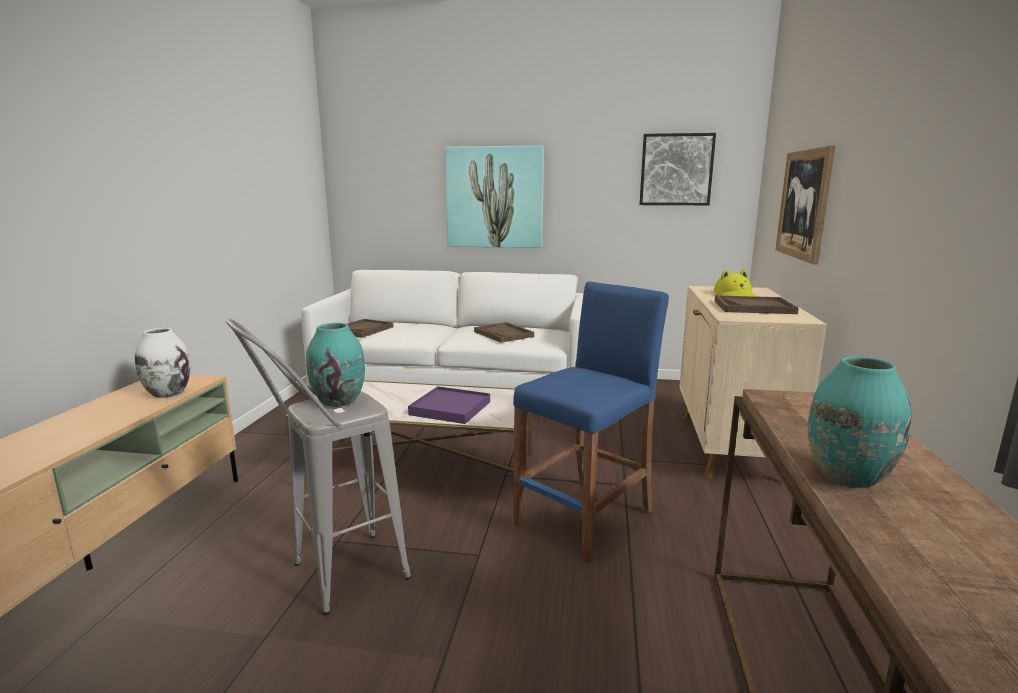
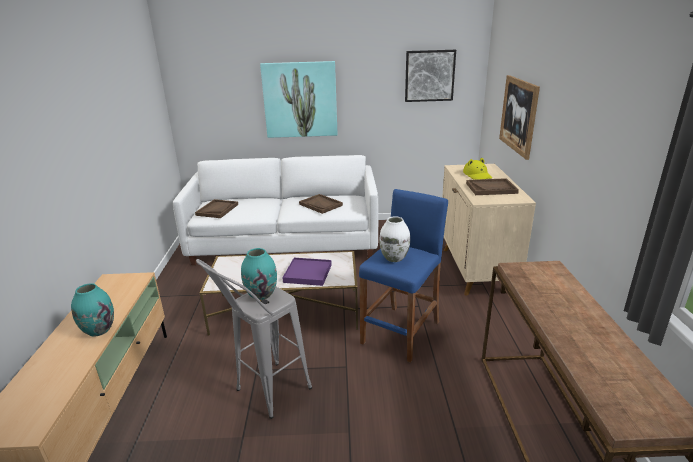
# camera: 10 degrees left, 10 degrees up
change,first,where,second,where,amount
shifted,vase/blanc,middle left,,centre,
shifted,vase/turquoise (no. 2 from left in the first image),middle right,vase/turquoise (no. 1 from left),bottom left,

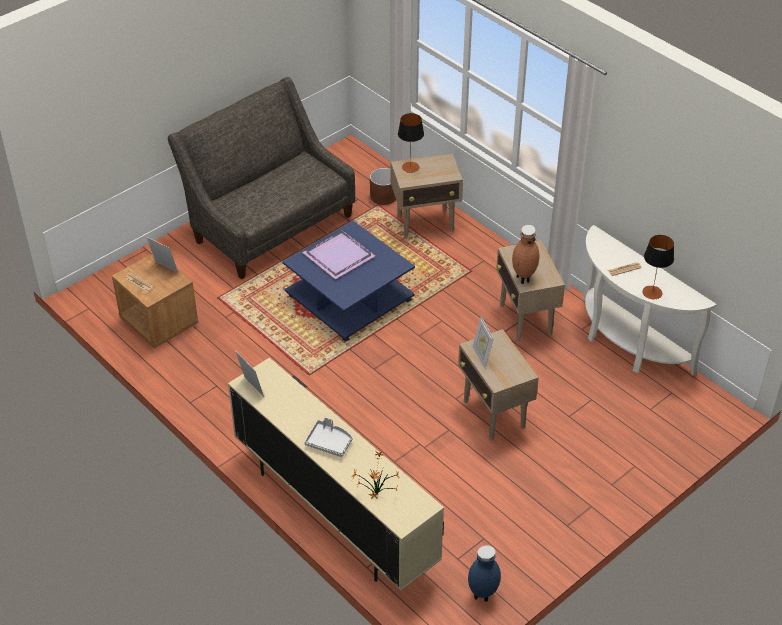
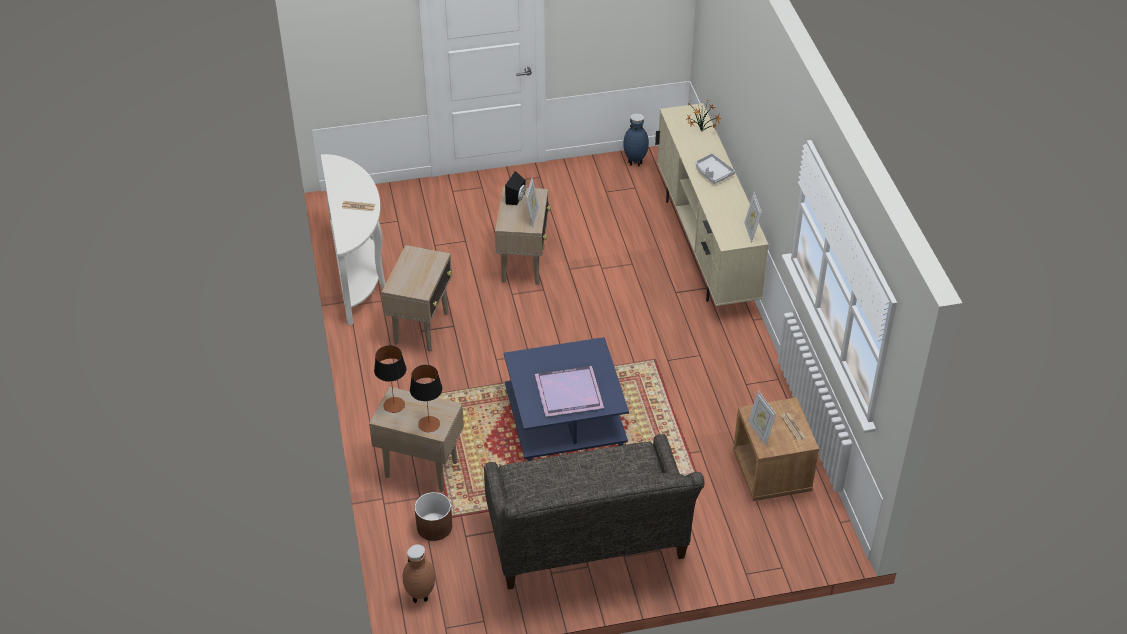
# camera: 150 degrees left, 0 degrees up
change,first,where,second,where,amount
new,,,enceinte/noir,top centre,
shifted,vase/marron,middle right,,bottom centre,
shifted,lampe de table (no. 2 from left in the first image),middle right,lampe de table (no. 1 from left),centre,

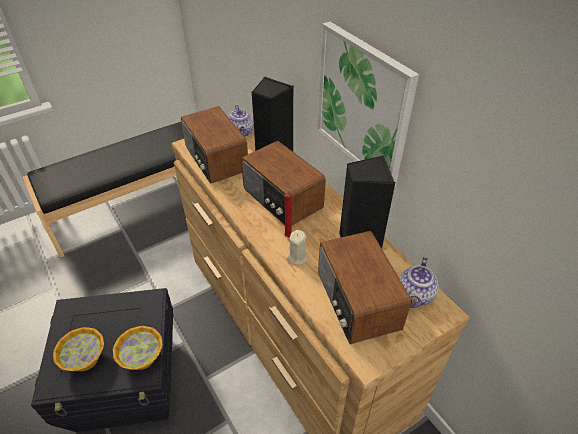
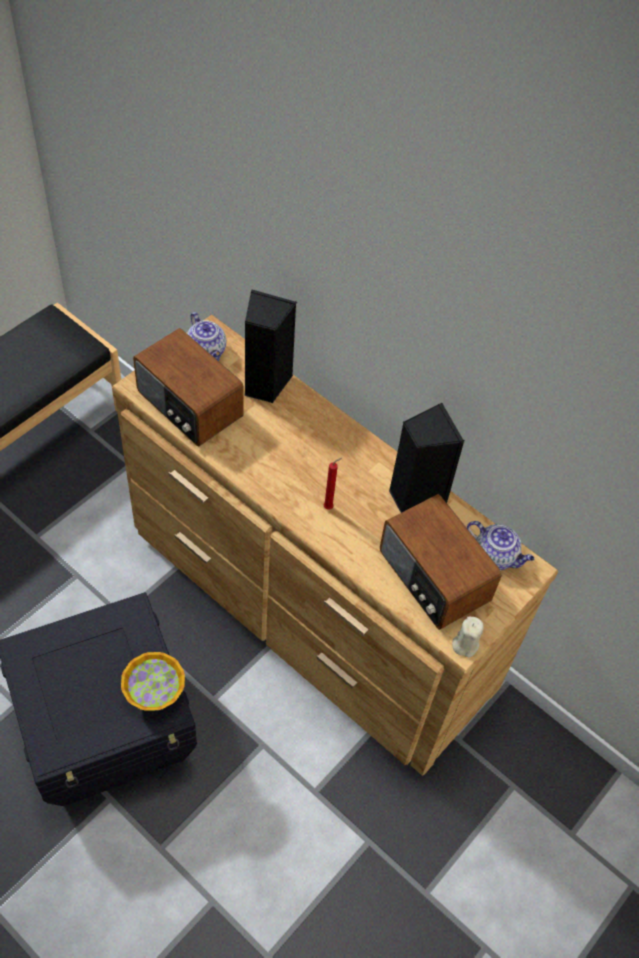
# camera: 20 degrees left, 10 degrees up
change,first,where,second,where,amount
gone,bol (no. 1 from left),bottom left,,,
gone,radio (no. 2 from left),centre,,,
gone,tableau,top centre,,,
shifted,bougie/beige,centre,,middle right,
rotated,théière (no. 2 from left),middle right,,middle right,60 degrees counterclockwise

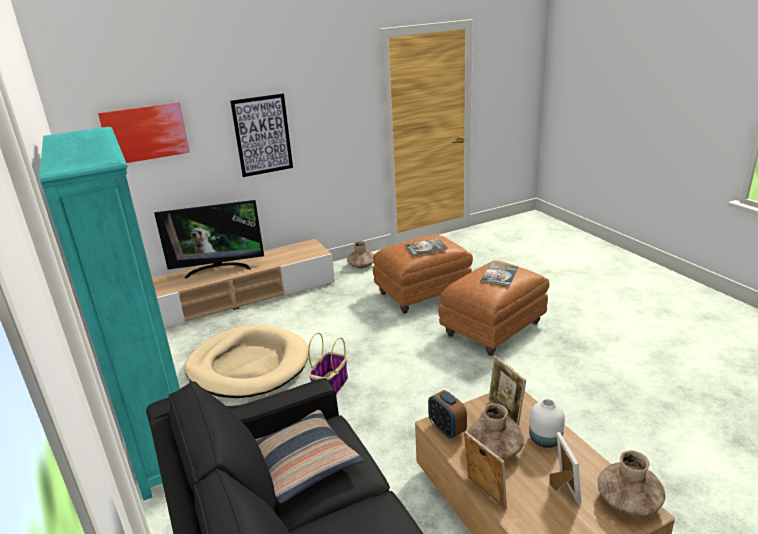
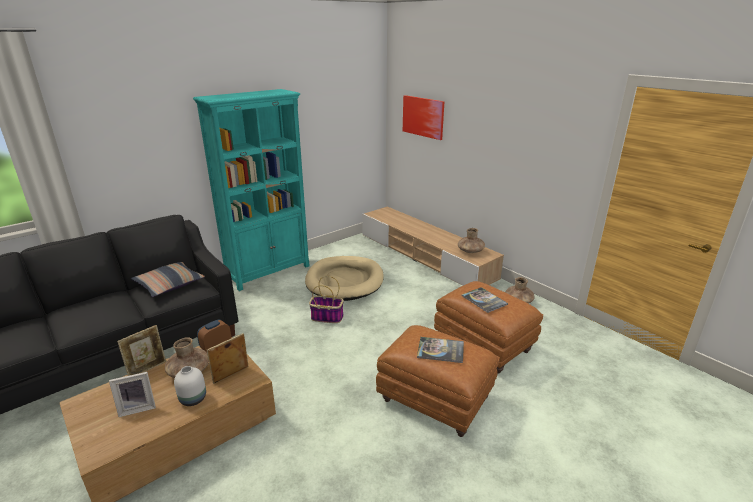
# camera: 75 degrees right, 0 degrees up
change,first,where,second,where,amount
gone,téléviseur,middle left,,,
gone,tableau (no. 2 from left),top centre,,,
shifted,vase/marron (no. 3 from left in the first image),bottom right,vase/marron (no. 2 from left),centre,

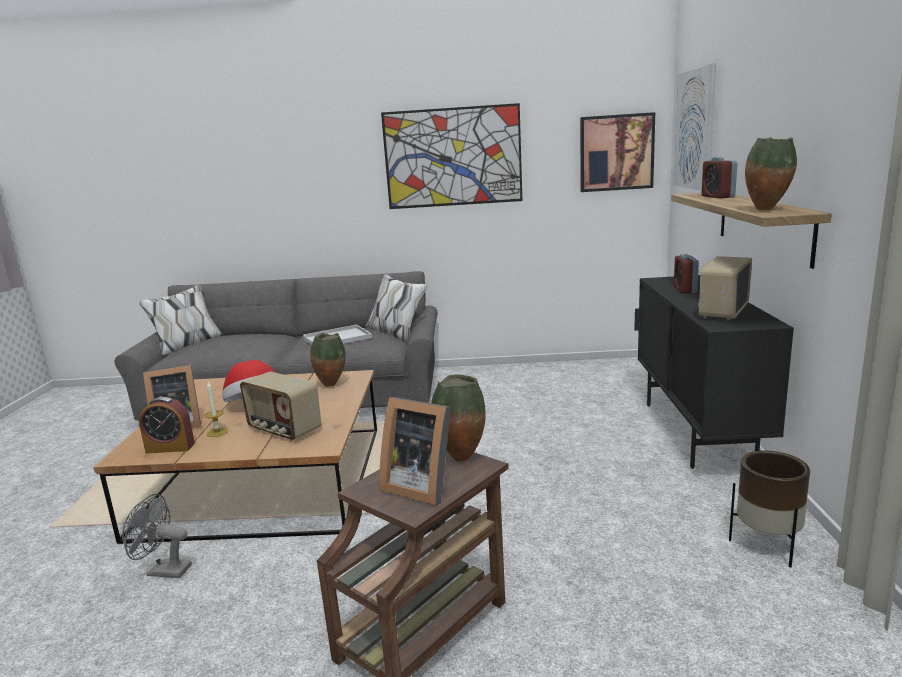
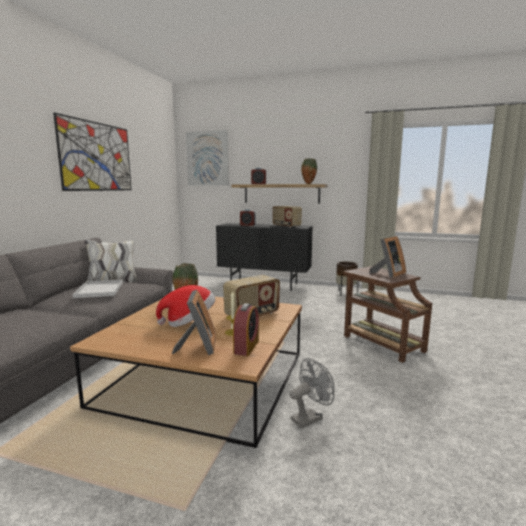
# camera: 75 degrees left, 5 degrees down
change,first,where,second,where,amount
gone,vase (no. 2 from left),centre,,,
gone,tableau (no. 2 from left),top right,,,
rotated,ventilateur/gris,bottom left,,bottom centre,150 degrees counterclockwise

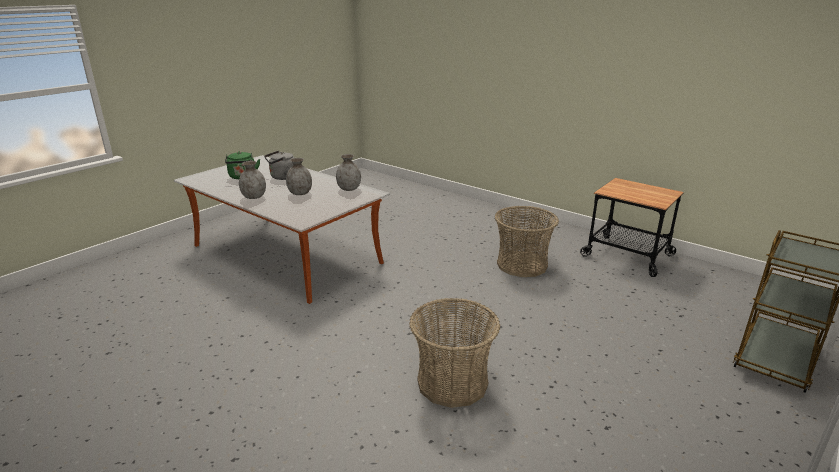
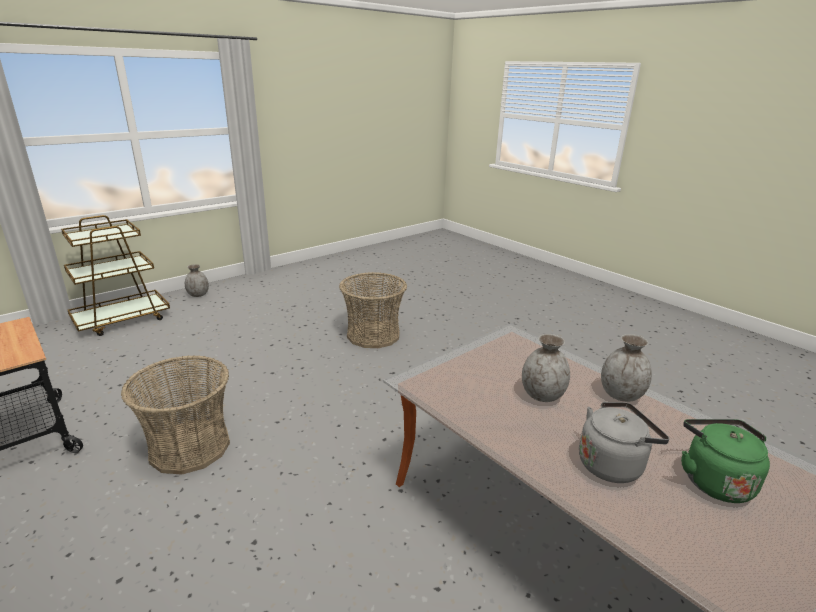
# camera: 170 degrees left, 0 degrees up
change,first,where,second,where,amount
shifted,vase/gris (no. 3 from left in the first image),centre,vase/gris (no. 1 from left),middle left,

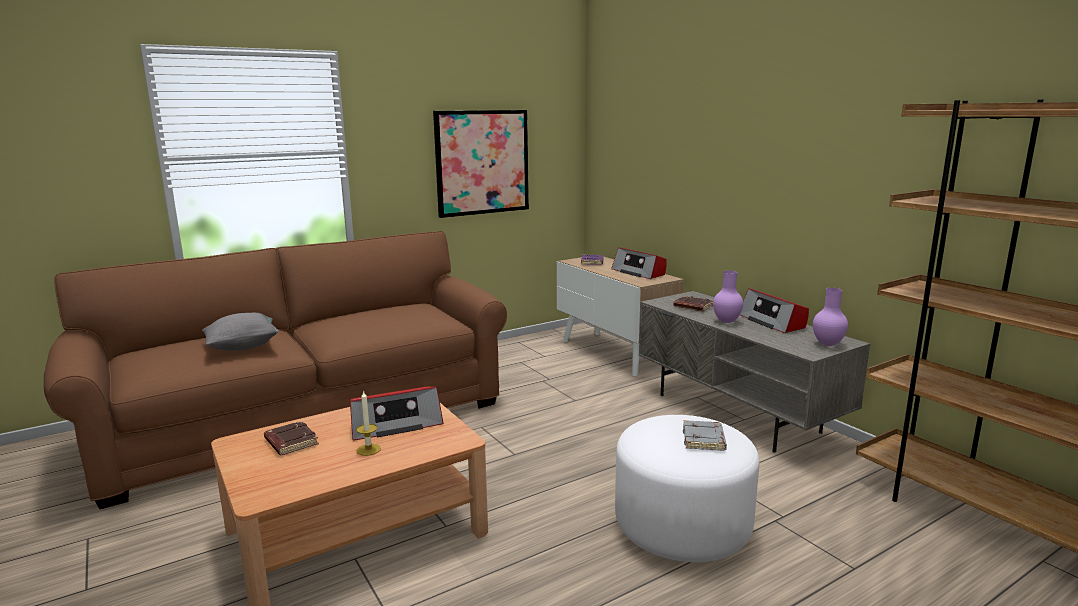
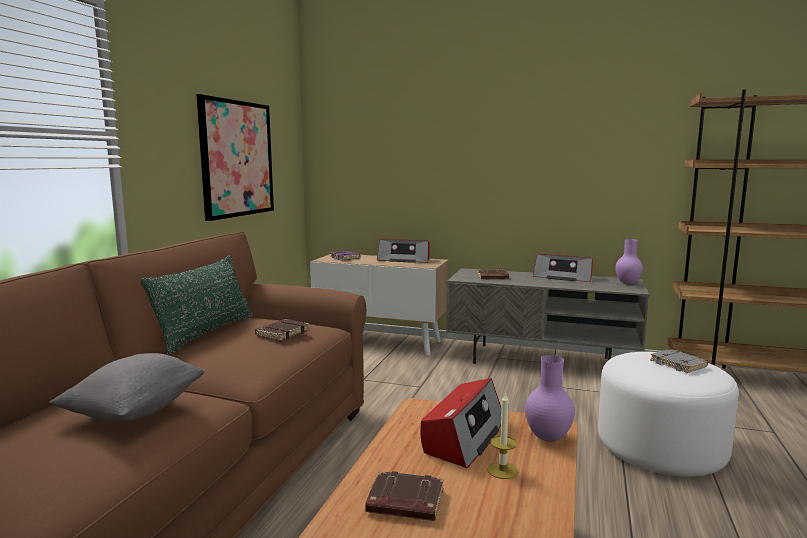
# camera: 40 degrees left, 5 degrees down
change,first,where,second,where,amount
new,,,coussin/vert,middle left,
new,,,livre/marron (no. 1 from left),centre,
shifted,vase/violet (no. 1 from left),middle right,,bottom right,

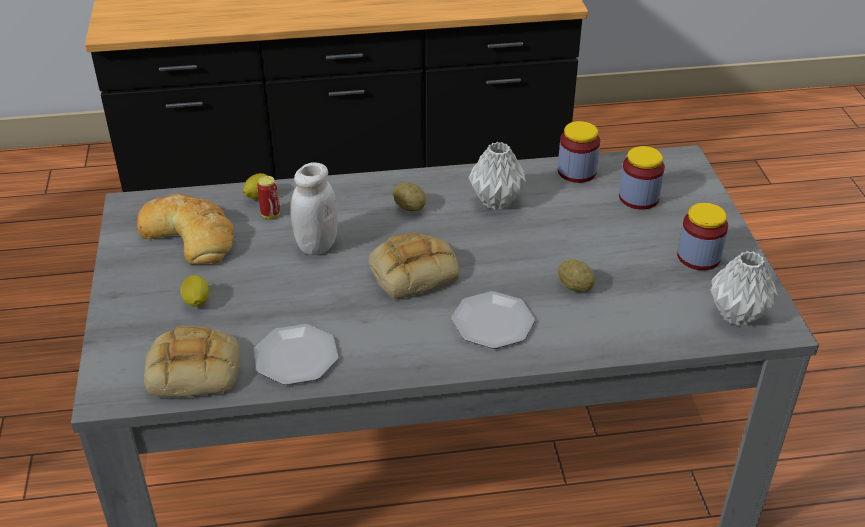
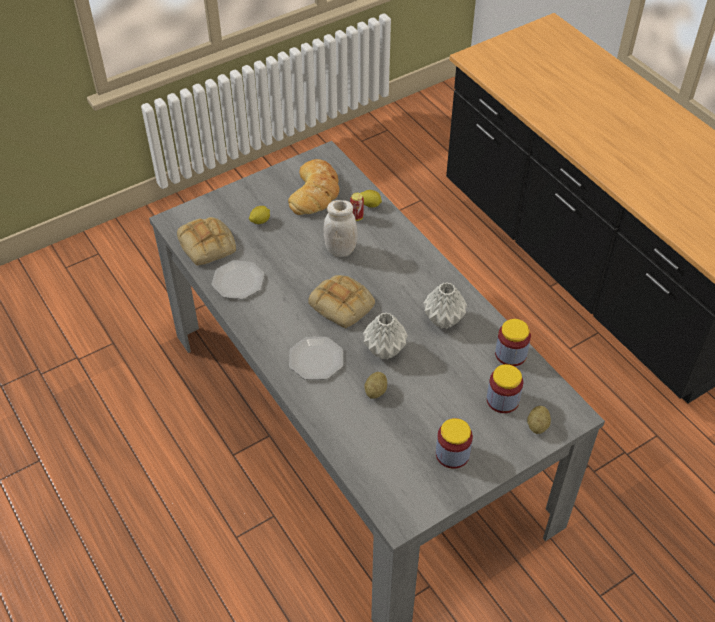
# camera: 65 degrees right, 10 degrees up
change,first,where,second,where,amount
shifted,pomme de terre (no. 1 from left in the first image),centre,pomme de terre (no. 2 from left),bottom right,
shifted,vase/gris (no. 2 from left in the first image),middle right,vase/gris (no. 1 from left),centre,

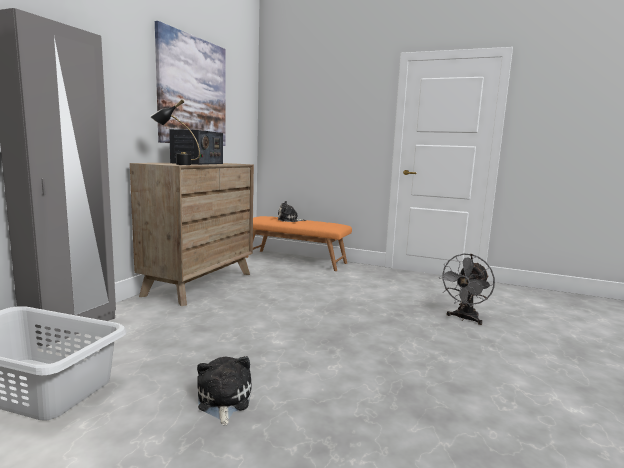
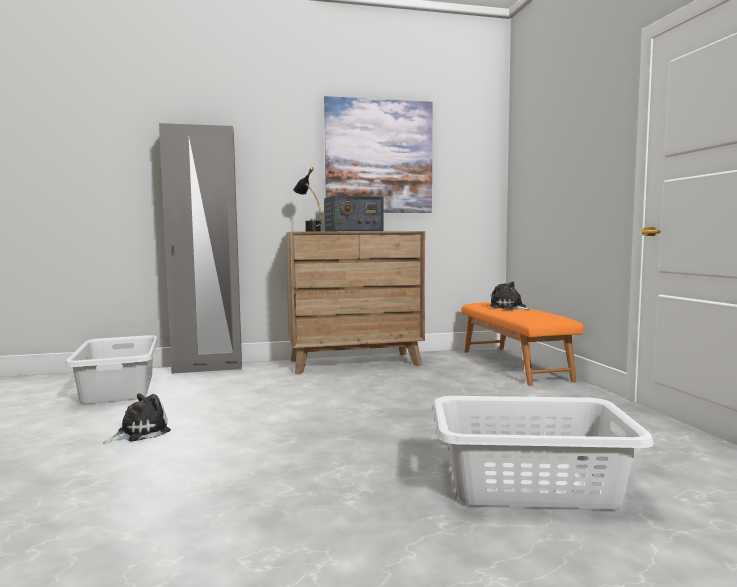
# camera: 55 degrees right, 5 degrees down
change,first,where,second,where,amount
swapped,ventilateur/gris,middle right,panier à linge/gris (no. 2 from left),bottom right,

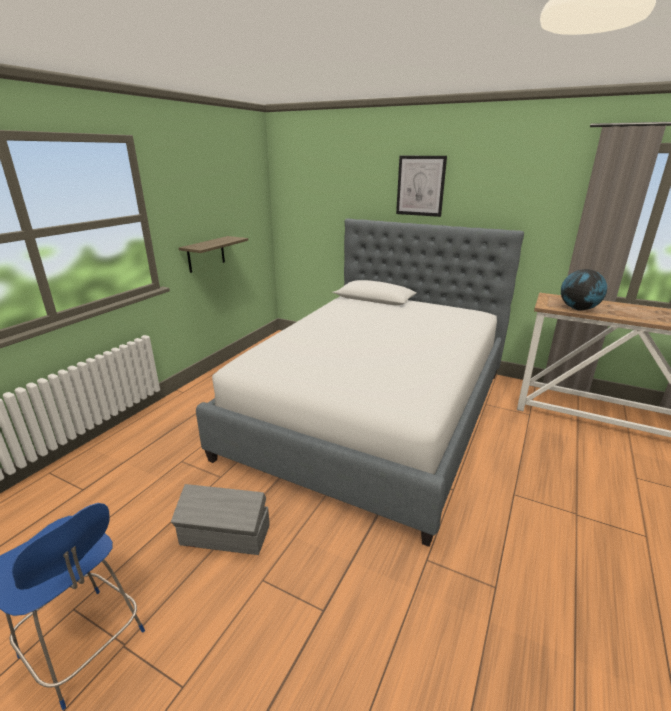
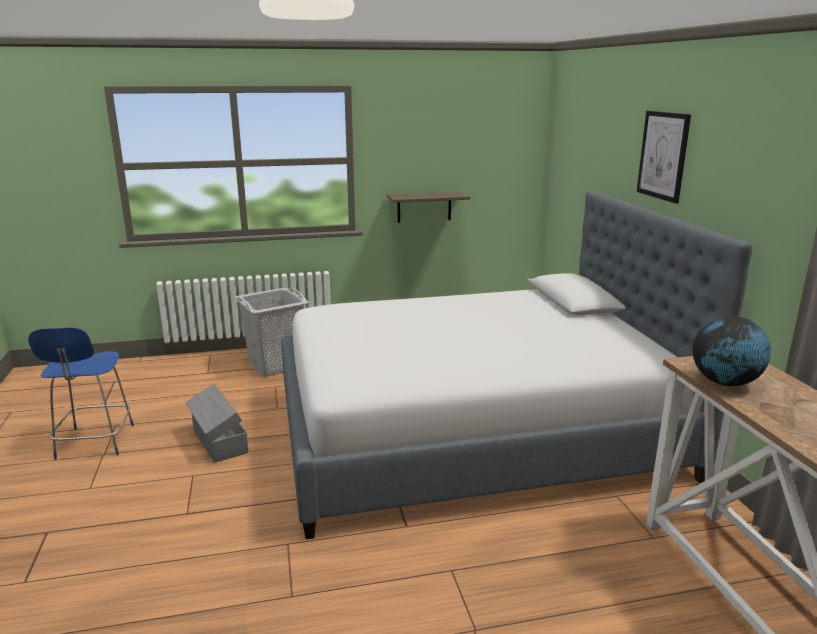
# camera: 50 degrees right, 5 degrees down
change,first,where,second,where,amount
new,,,panier à linge/gris,middle left,

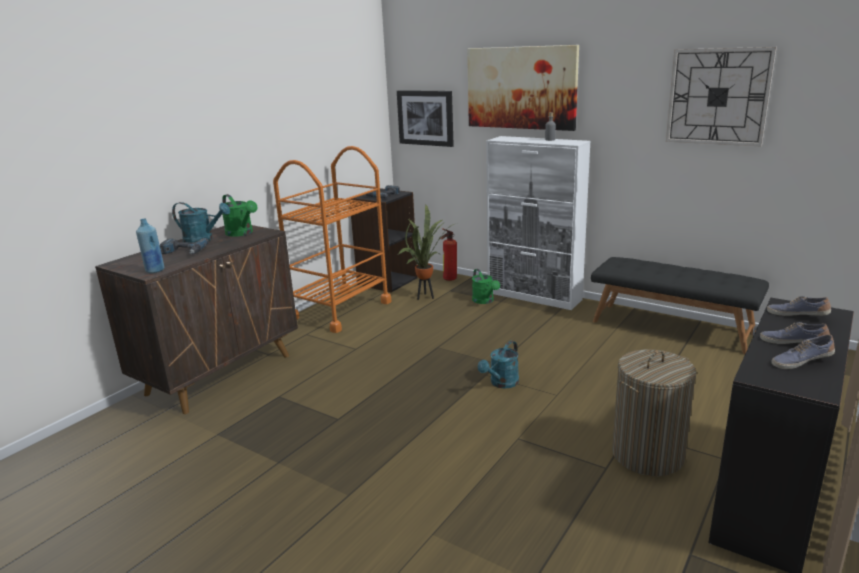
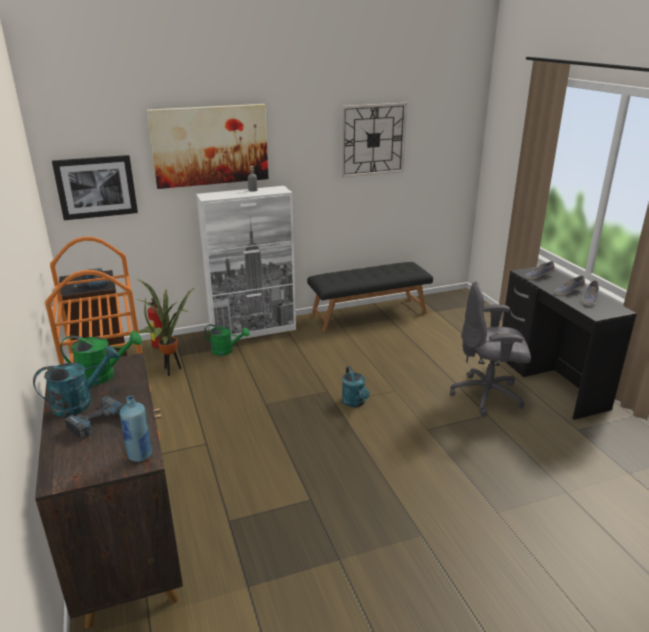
# camera: 55 degrees left, 5 degrees up
change,first,where,second,where,amount
swapped,panier à linge,bottom right,chaise de bureau/gris,middle right,

